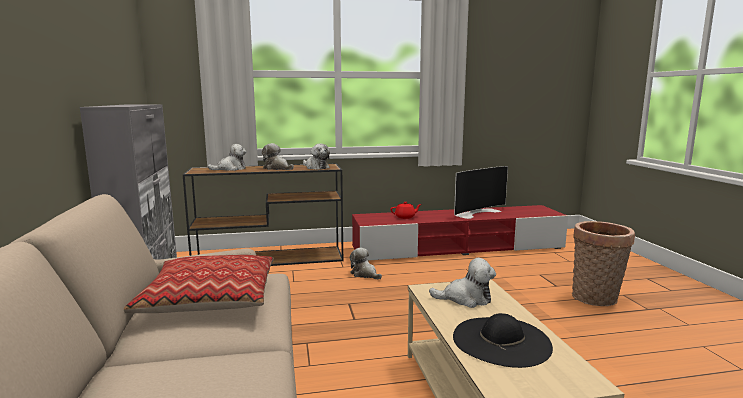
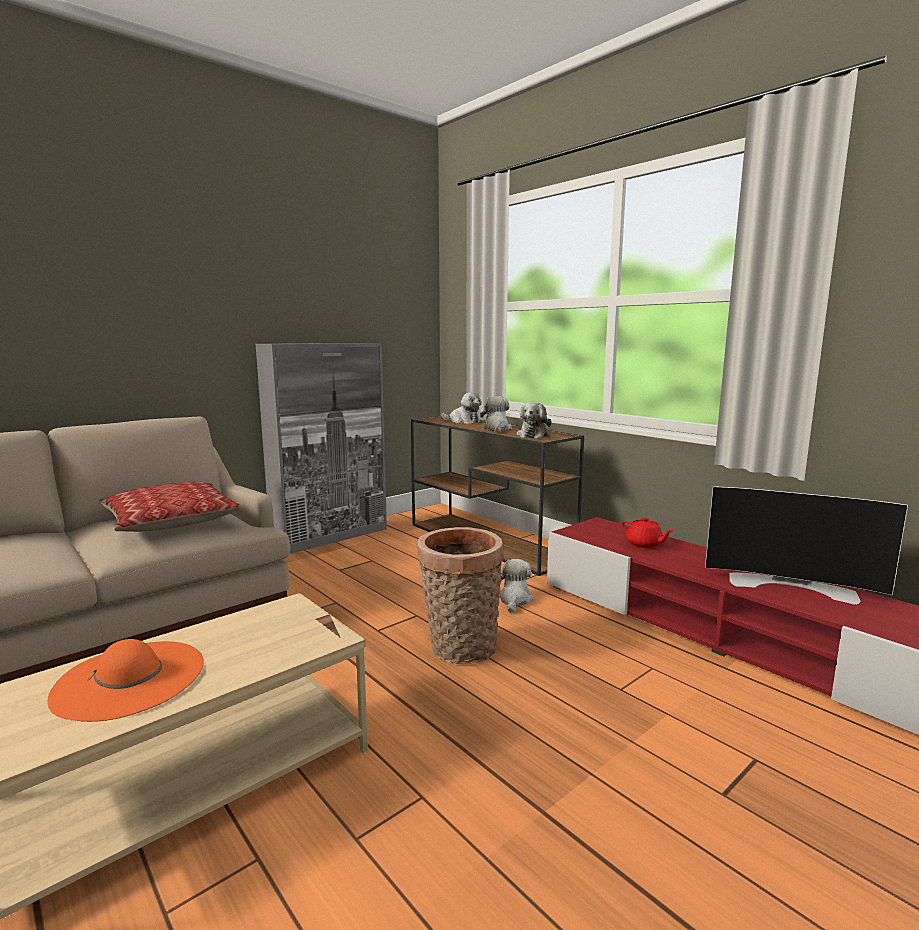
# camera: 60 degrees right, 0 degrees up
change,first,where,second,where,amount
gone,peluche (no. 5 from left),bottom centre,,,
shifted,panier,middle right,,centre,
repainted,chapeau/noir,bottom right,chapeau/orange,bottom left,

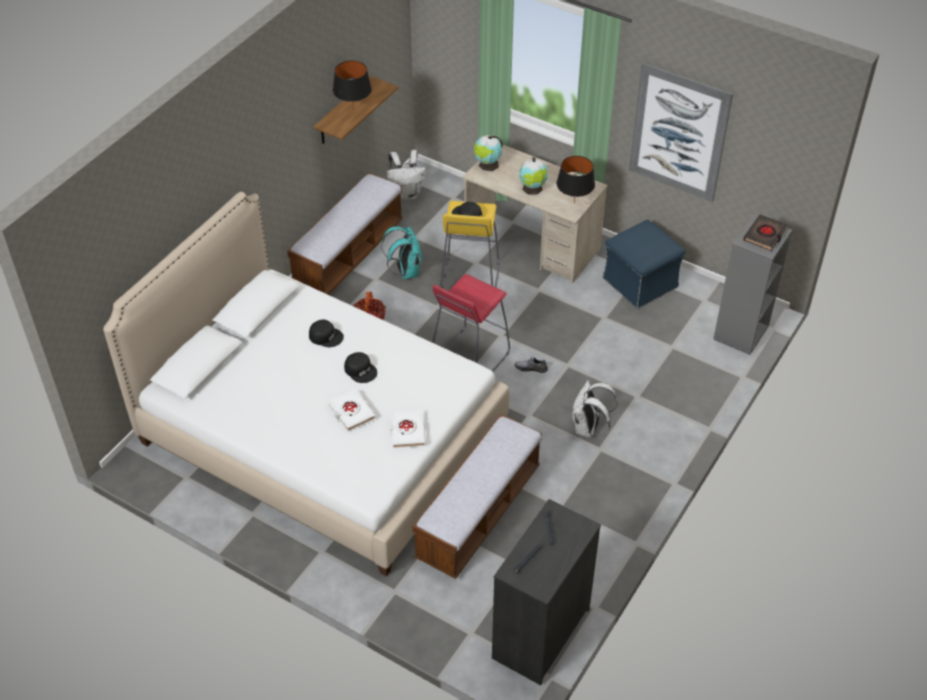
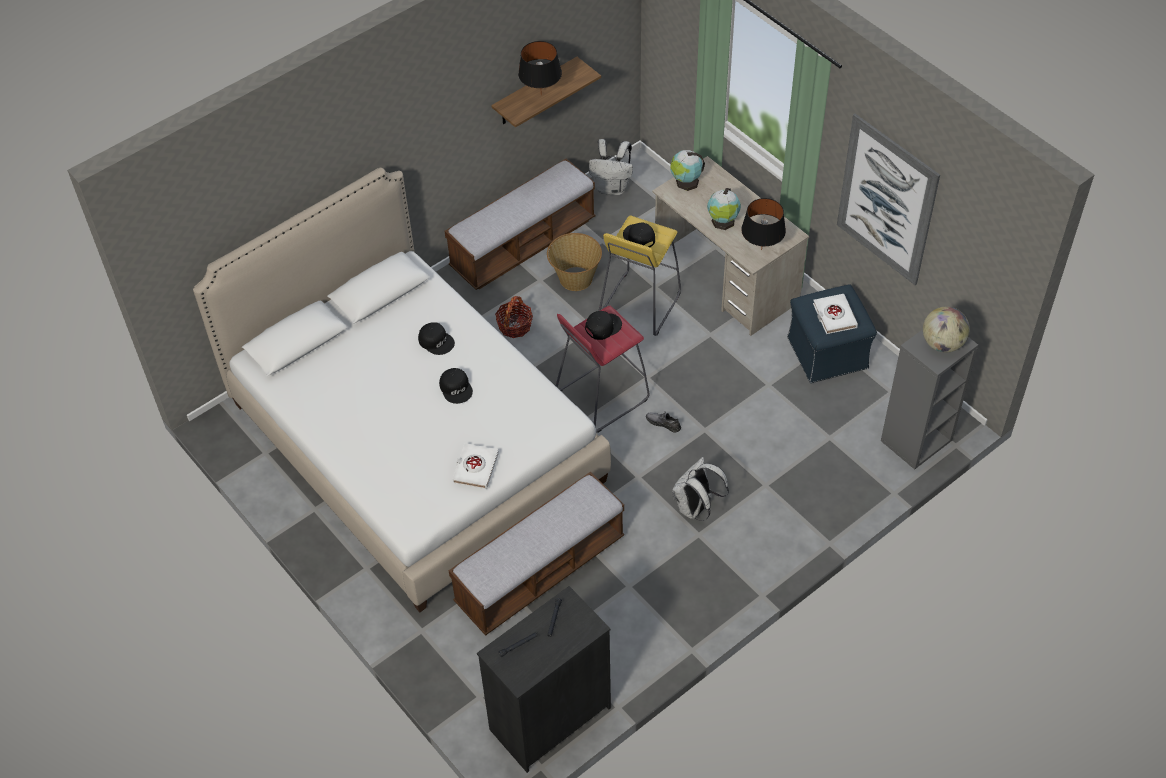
# camera: 20 degrees right, 5 degrees up
change,first,where,second,where,amount
new,,,casquette/noir (no. 3 from left),centre,
shifted,livre/blanc (no. 1 from left in the first image),centre,livre/blanc (no. 2 from left),middle right,
swapped,sac à dos/turquoise,centre,panier (no. 2 from left),centre,
swapped,livre/noir,top right,globe (no. 3 from left),middle right,

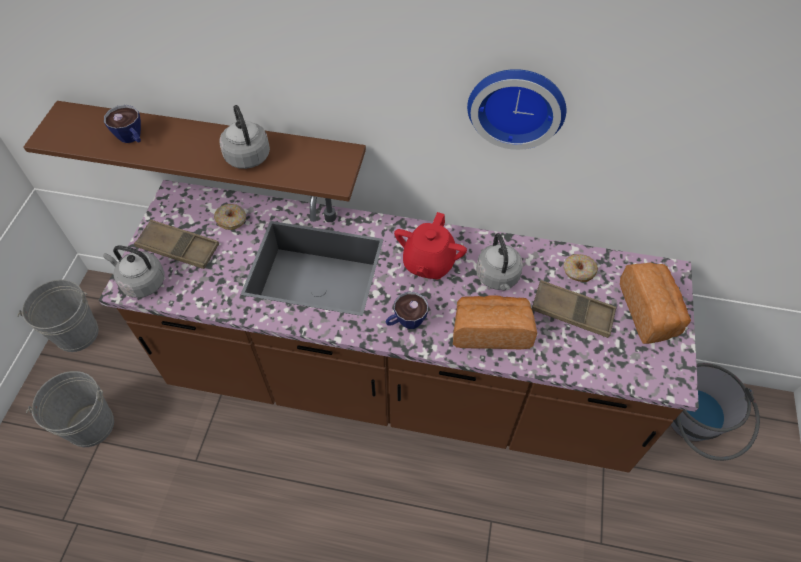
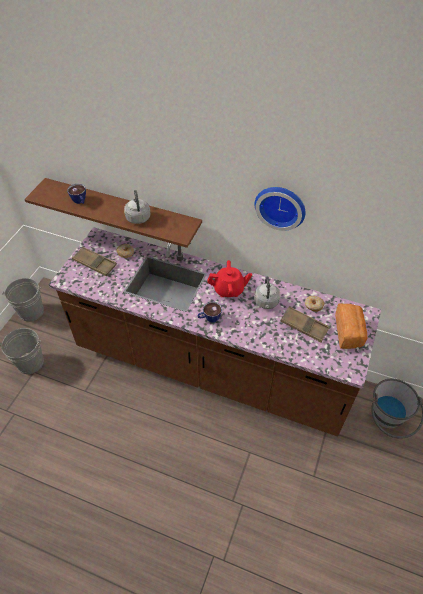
# camera: 10 degrees right, 5 degrees down
change,first,where,second,where,amount
gone,bouilloire/gris (no. 1 from left),middle left,,,
gone,pain (no. 1 from left),centre,,,
rotated,théière/rouge,centre,,centre,120 degrees counterclockwise

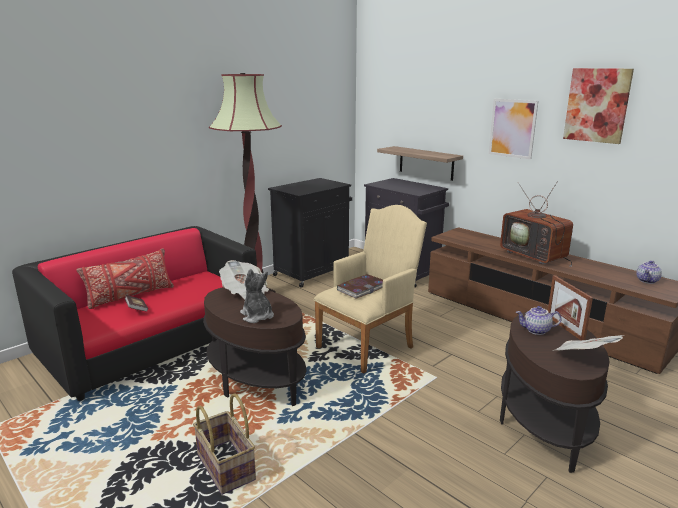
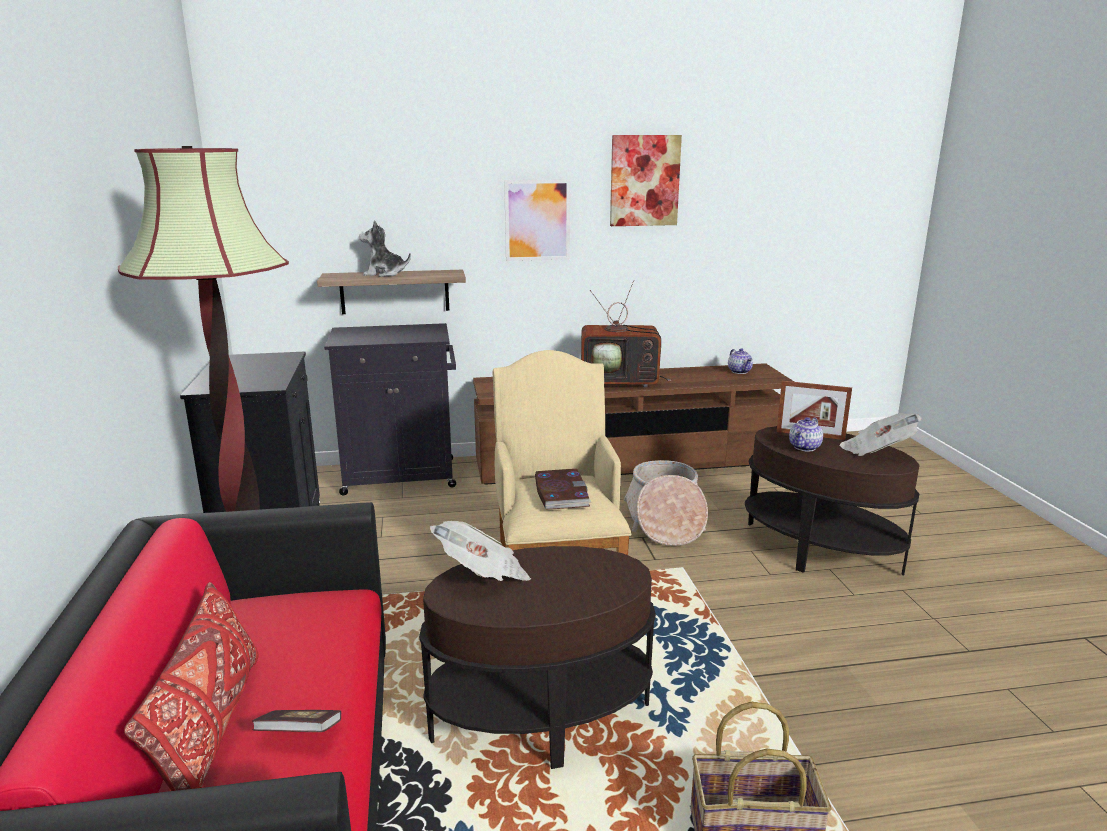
# camera: 55 degrees left, 0 degrees up
change,first,where,second,where,amount
new,,,panier (no. 1 from left),centre,
shifted,peluche,centre,,top centre,

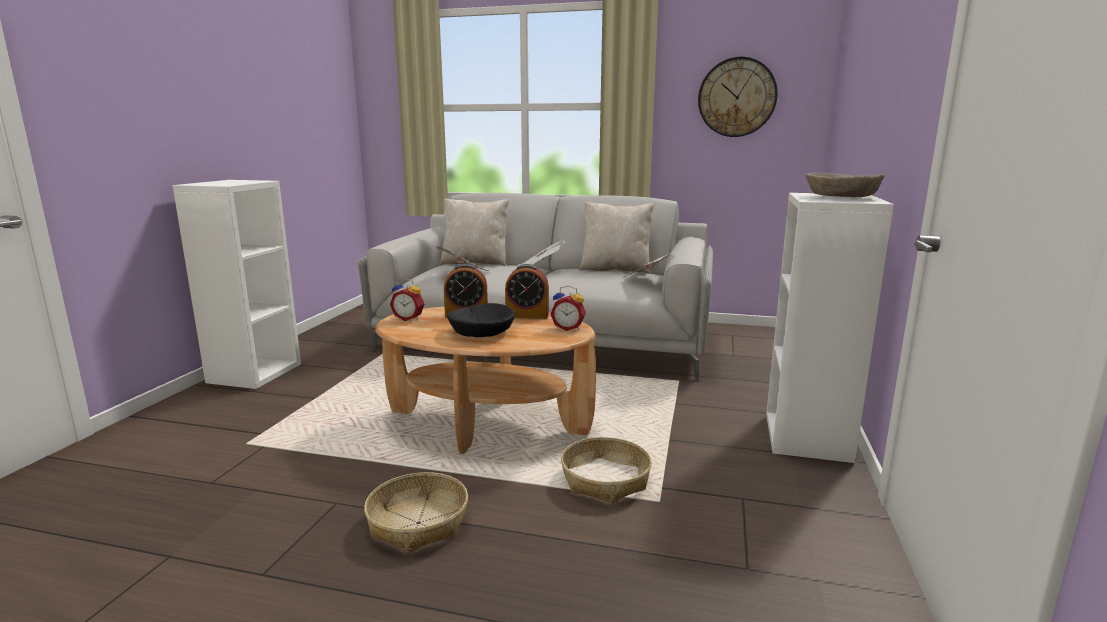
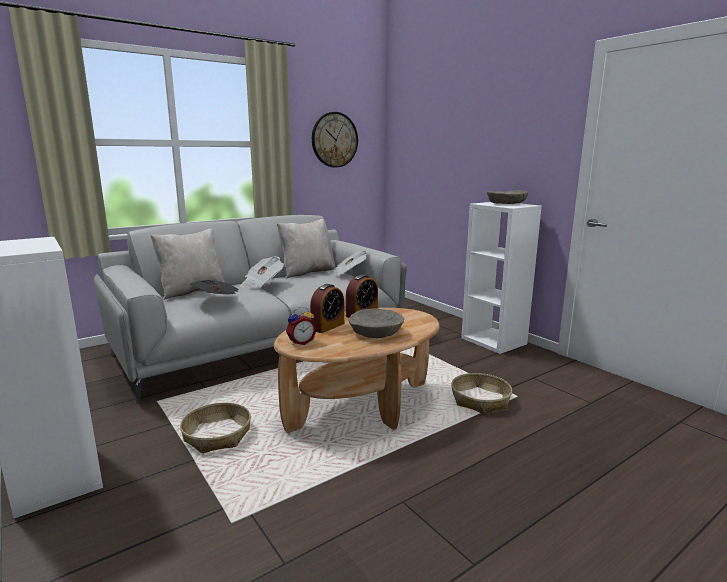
# camera: 50 degrees left, 0 degrees up
change,first,where,second,where,amount
gone,réveil (no. 4 from left),centre,,,
shifted,panier (no. 1 from left),bottom centre,,bottom left,
repainted,bol/noir,centre,bol/beige (no. 1 from left),centre,

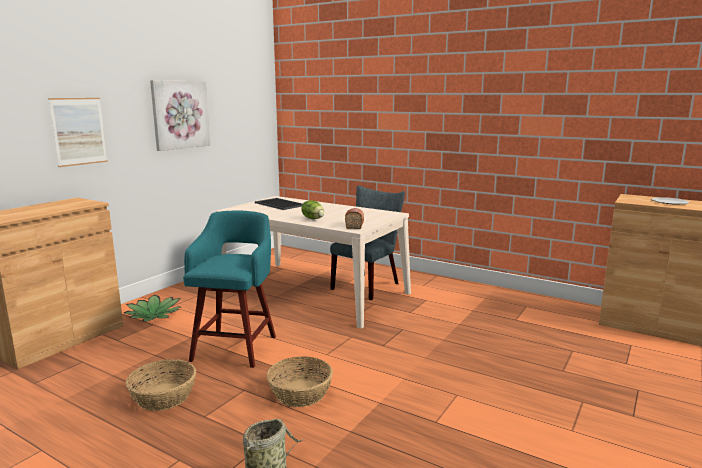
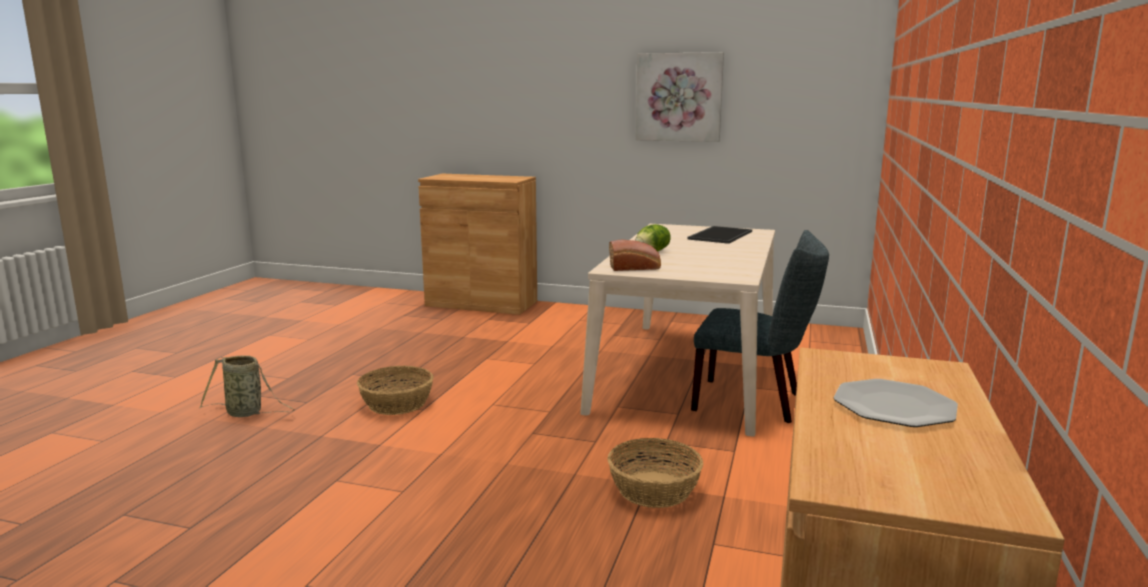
# camera: 75 degrees right, 0 degrees up
change,first,where,second,where,amount
gone,tableau (no. 1 from left),top left,,,
gone,plante en pot,middle left,,,
gone,tabouret/turquoise,middle left,,,
shifted,panier (no. 1 from left in the first image),bottom left,panier (no. 3 from left),bottom centre,

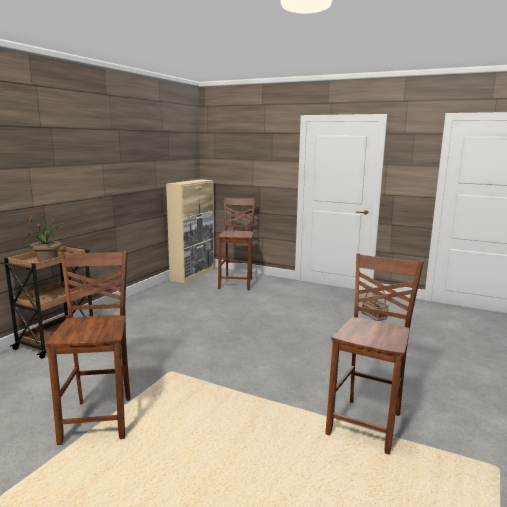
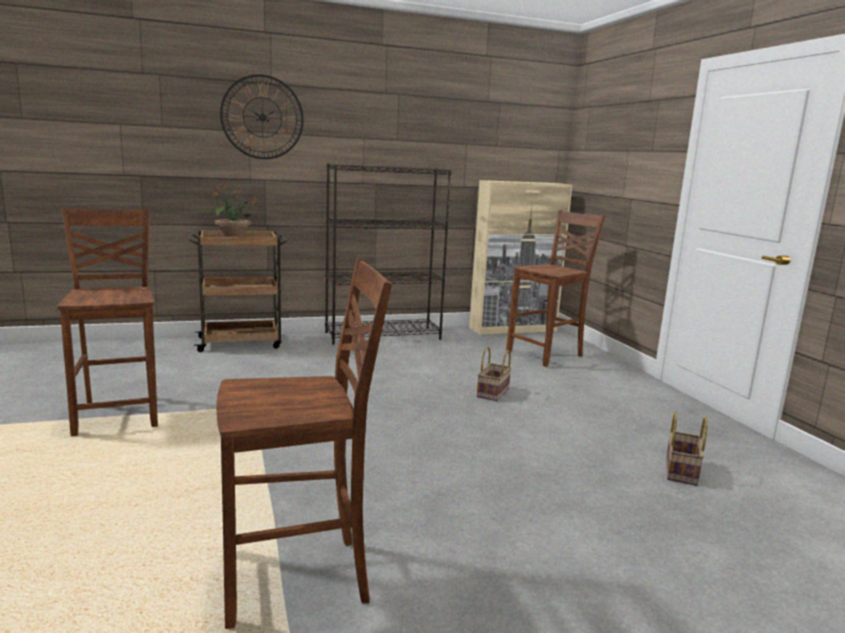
# camera: 45 degrees right, 0 degrees up
change,first,where,second,where,amount
new,,,horloge murale,top left,
new,,,bibliothèque/noir,centre,
new,,,panier (no. 1 from left),centre,
rotated,chaise/marron (no. 1 from left),bottom left,,middle left,60 degrees counterclockwise

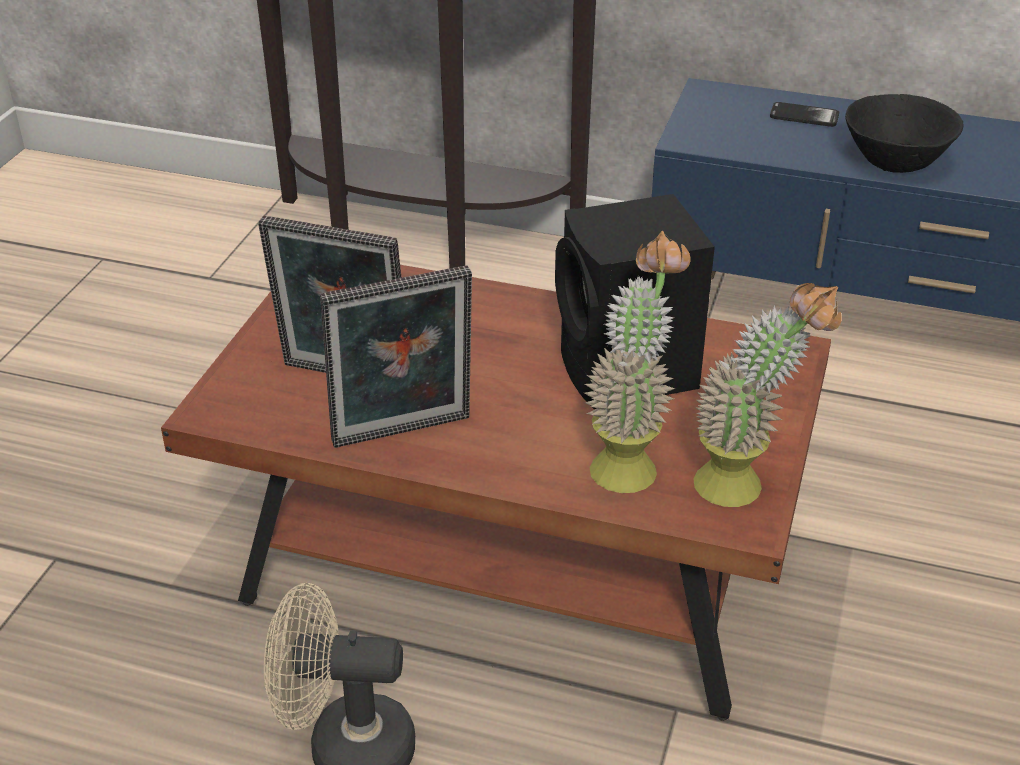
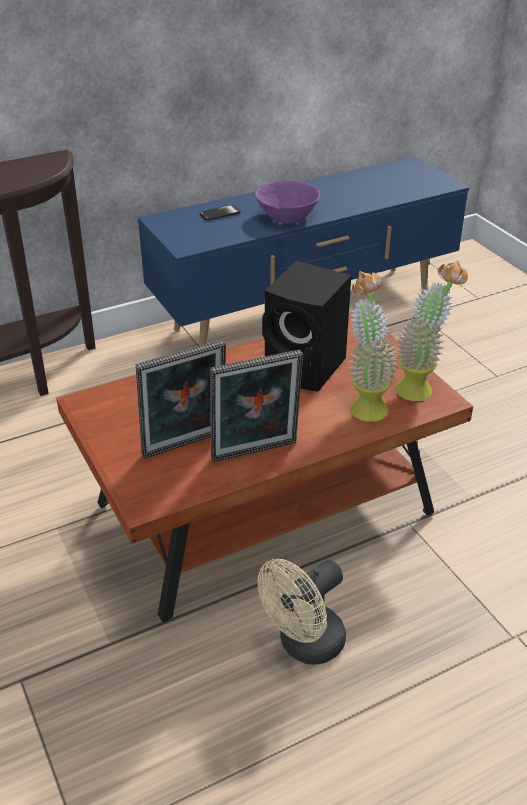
# camera: 45 degrees left, 0 degrees up
change,first,where,second,where,amount
repainted,bol/noir,top right,bol/violet,top centre,
rotated,cadre photo (no. 2 from left),centre,,centre,45 degrees clockwise

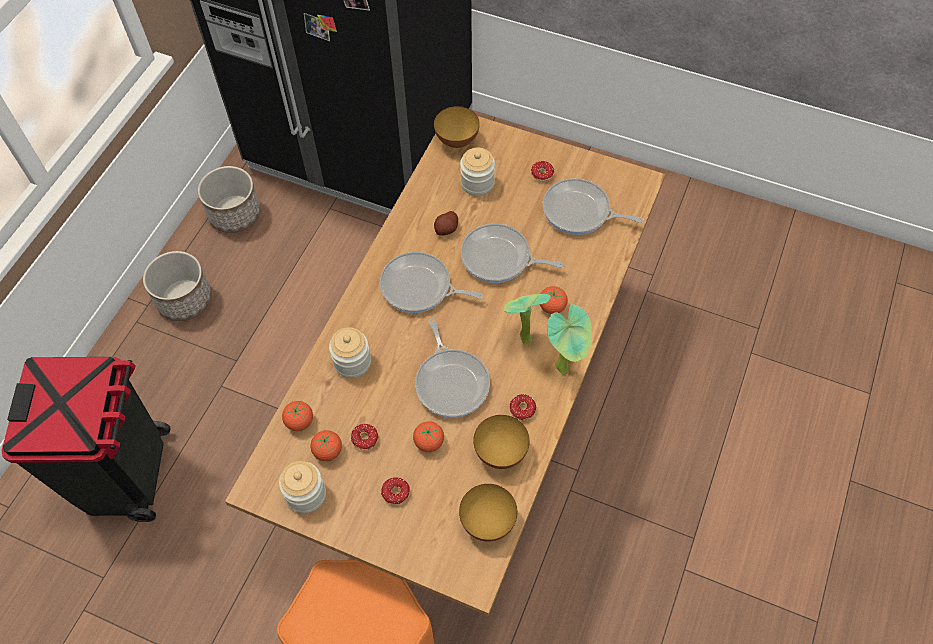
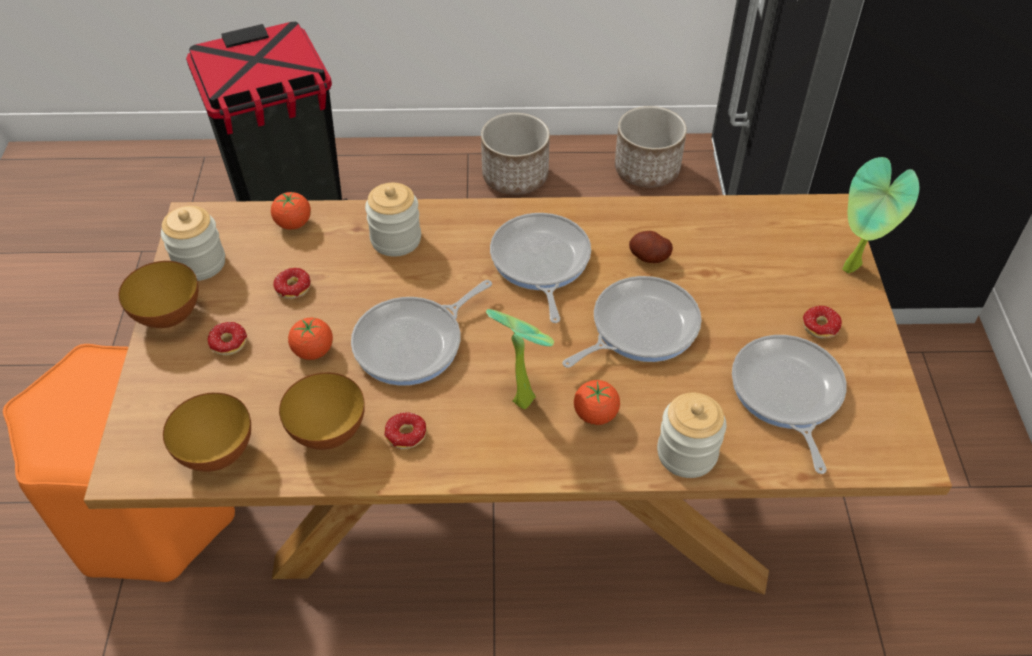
# camera: 65 degrees right, 10 degrees down
change,first,where,second,where,amount
gone,tomate (no. 2 from left),bottom centre,,,
shifted,bol (no. 1 from left),top centre,,middle left,
shifted,bocal (no. 3 from left),top centre,,middle right,
shifted,plante en pot (no. 2 from left),centre,,top right,
rotated,poêle (no. 3 from left),centre,,centre,60 degrees clockwise

